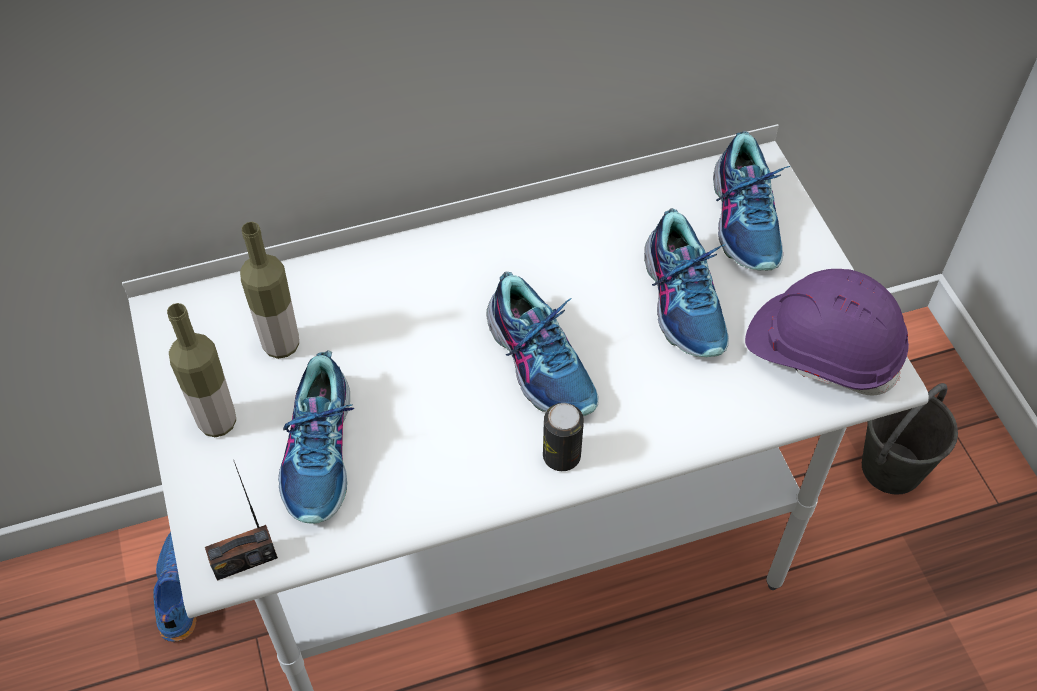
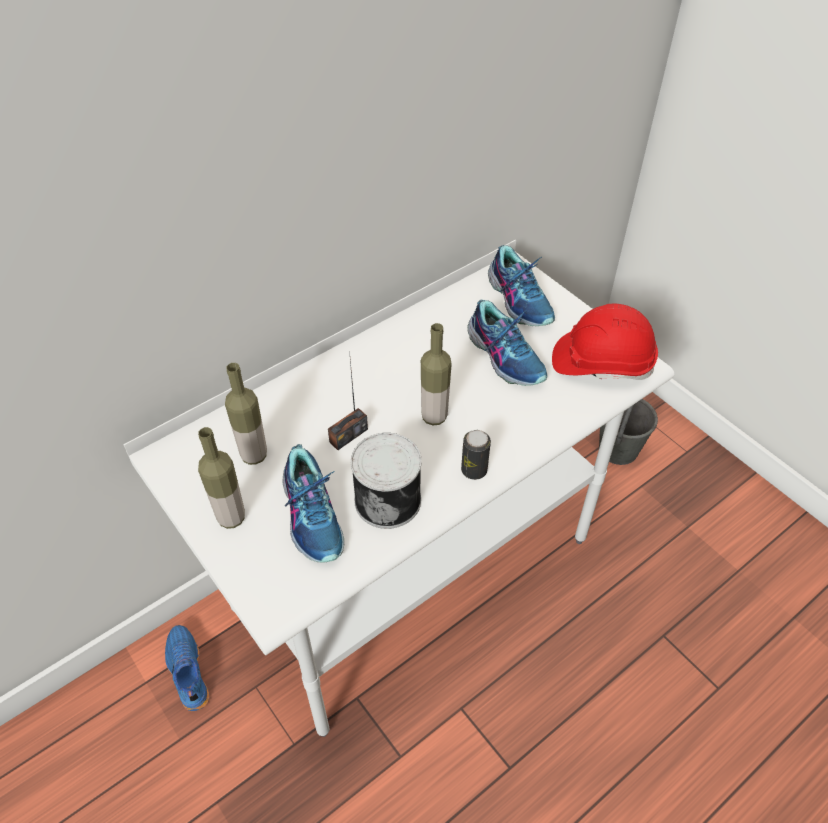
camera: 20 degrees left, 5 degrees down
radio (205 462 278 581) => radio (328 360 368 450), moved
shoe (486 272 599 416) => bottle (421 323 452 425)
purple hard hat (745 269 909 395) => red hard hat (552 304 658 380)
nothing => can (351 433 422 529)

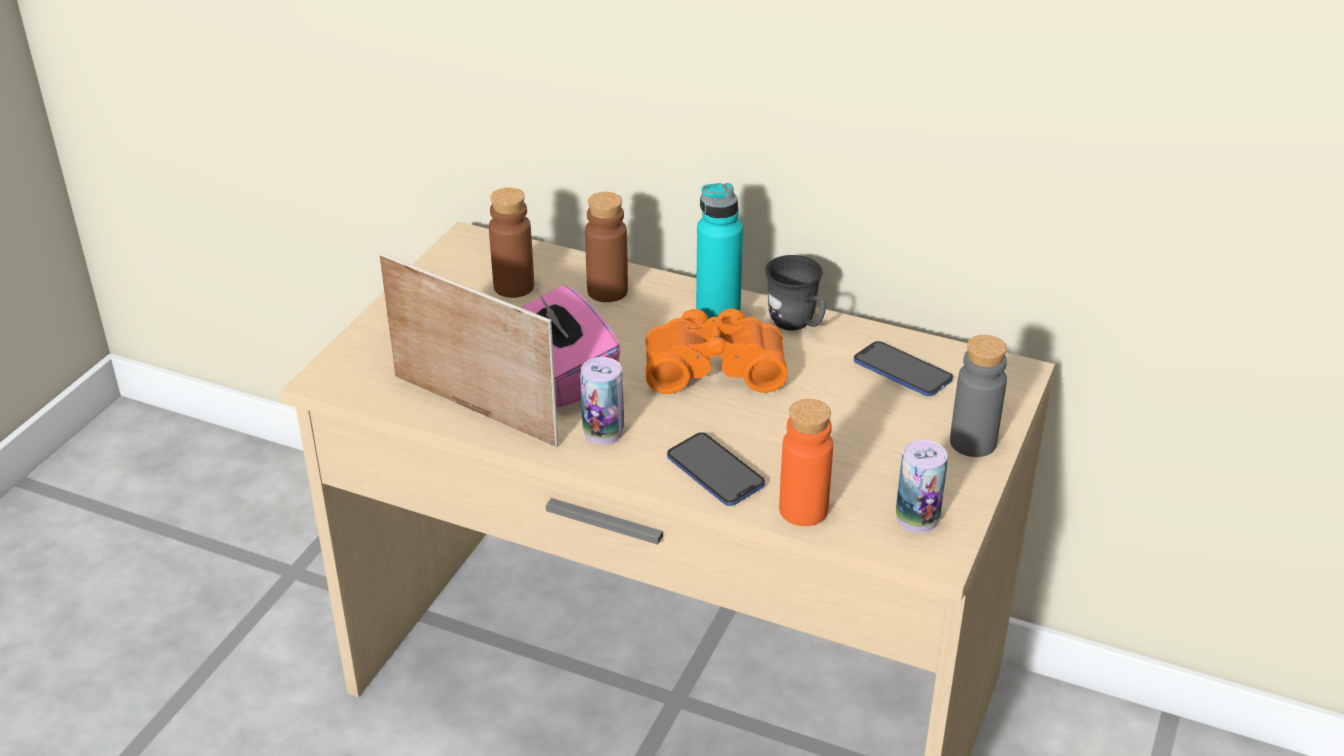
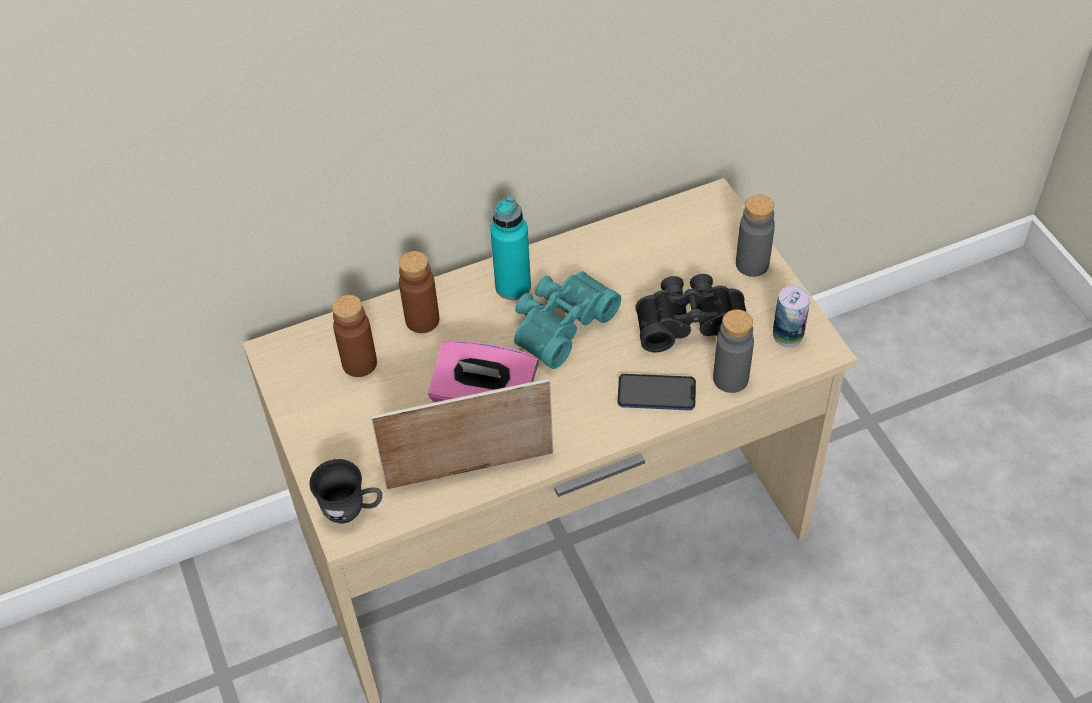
camera: 45 degrees left, 15 degrees up
can (580 357 624 445) => nothing
orange binoculars (645 309 787 394) => turquoise binoculars (514 271 621 369)
grey mug (765 255 826 330) => grey mug (309 459 382 523), moved
orange bottle (779 399 833 526) => grey bottle (713 309 754 393)
phone (854 341 953 396) => nothing
nothing => black binoculars (635 274 746 352)

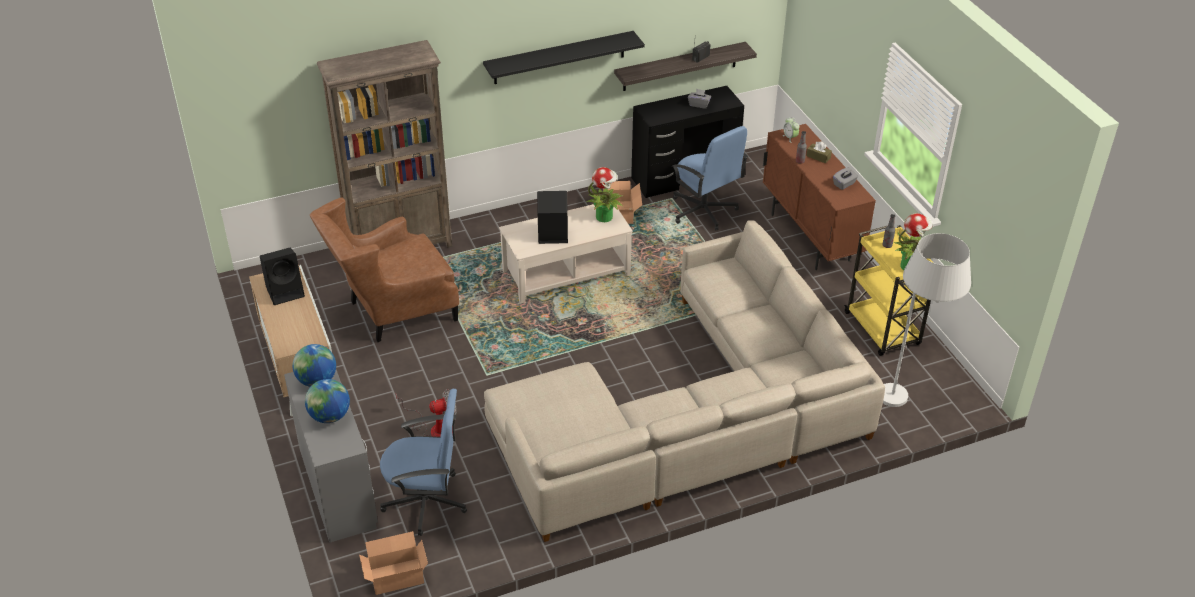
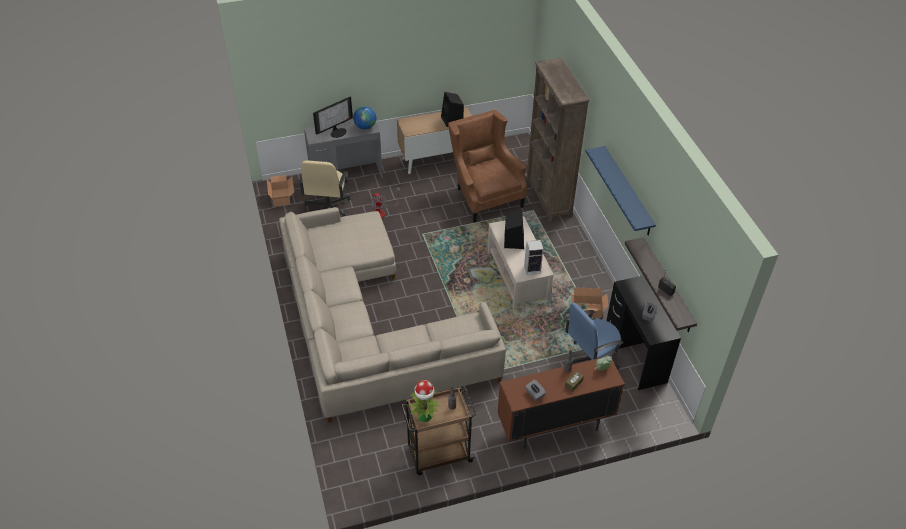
camera: 95 degrees right, 5 degrees up
globe (305 379 350 423) => monitor (313 97 353 138)
blue office chair (380 389 467 536) => beige office chair (299 161 351 217)
black shelf (483 31 645 84) => blue shelf (585 146 656 235)
potted plant (587 167 623 222) => speaker (524 240 543 275)
yellow cart (844 225 932 356) => brown cart (401 387 476 475)
white floor lamp (883 233 971 407) => nothing

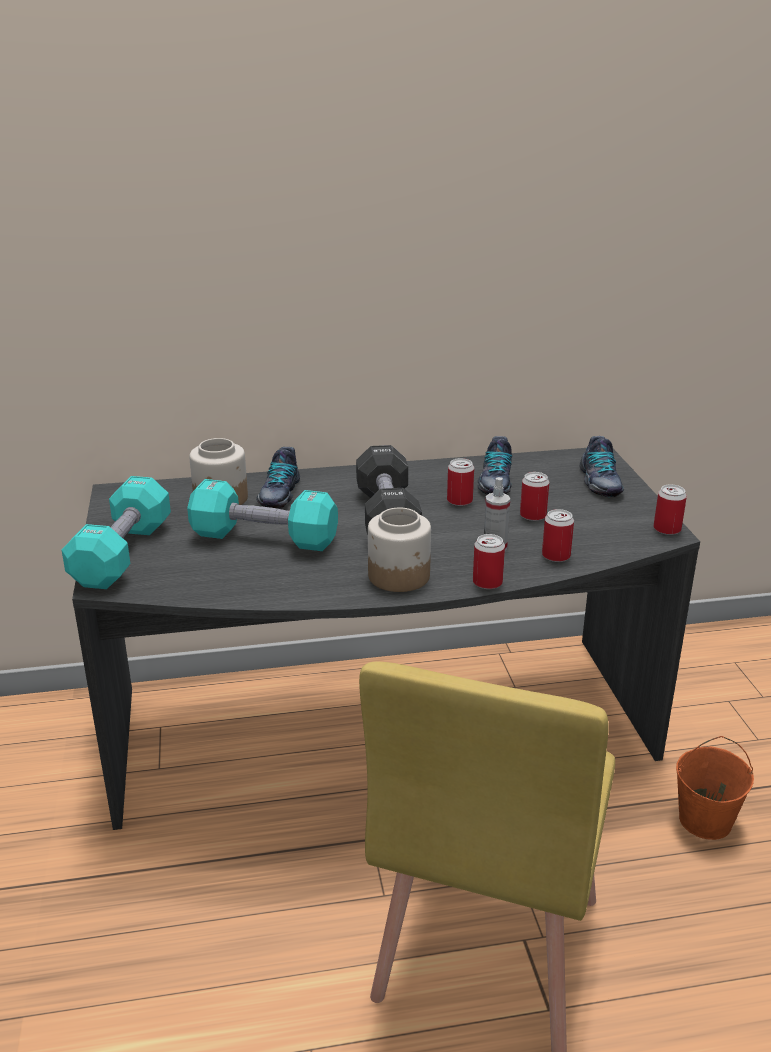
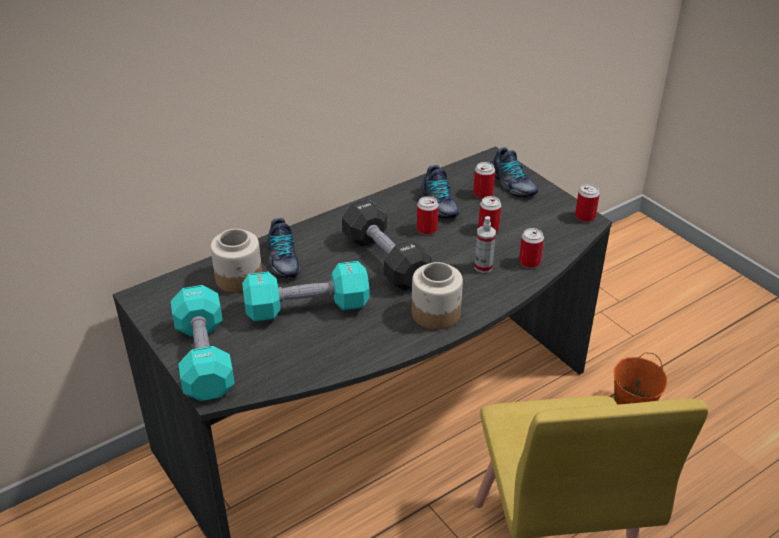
camera: 25 degrees left, 10 degrees up
can (473 534 505 589) => can (473 162 495 199), moved

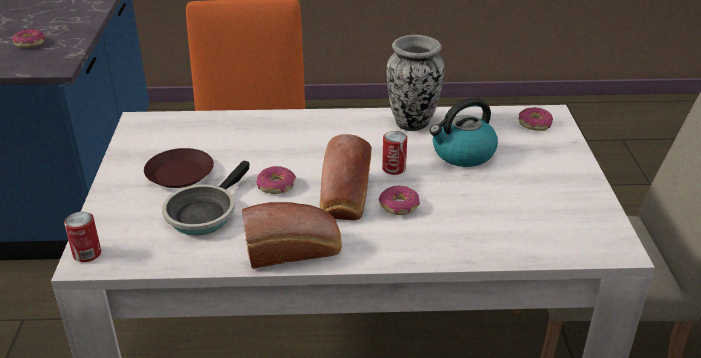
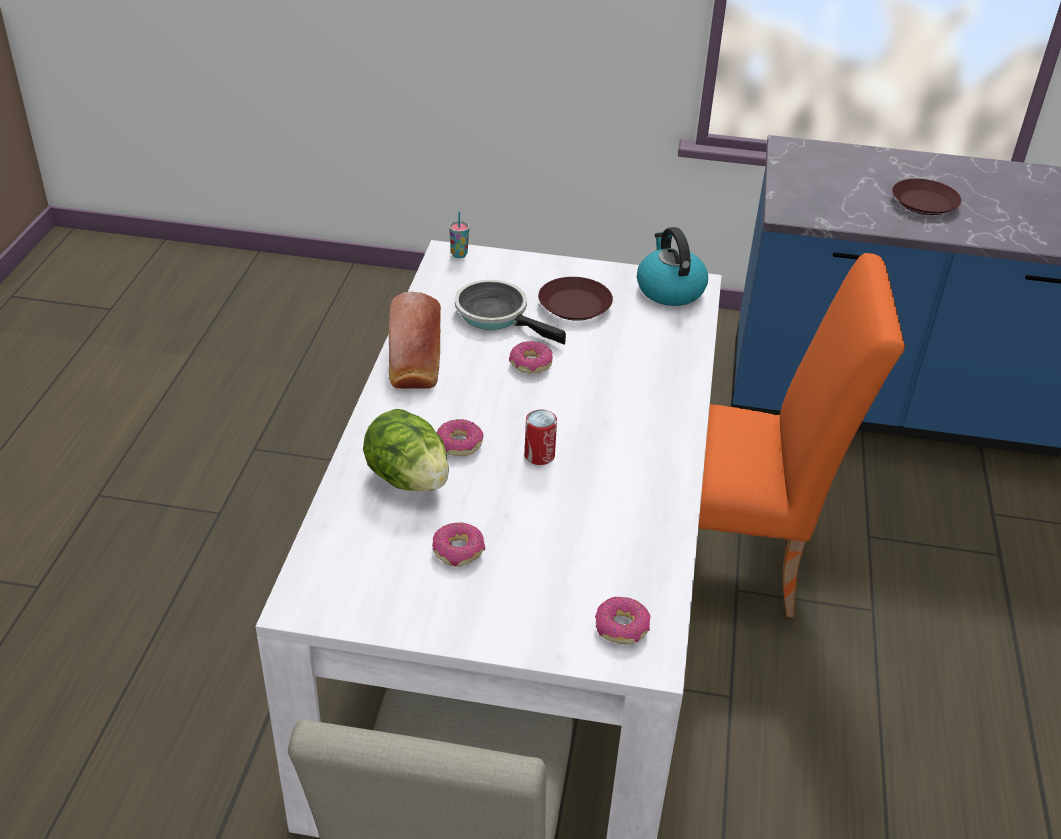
camera: 100 degrees right, 5 degrees up
donut (12 29 45 48) => donut (432 522 485 566), moved
can (64 211 101 262) => cup (449 211 469 258)
bread (320 134 372 220) => nothing
vase (386 35 445 131) => nothing
kettle (430 97 498 167) => kettle (637 227 708 306), moved
nothing => lettuce (363 409 449 491)
nothing => brown plate (892 179 961 215)

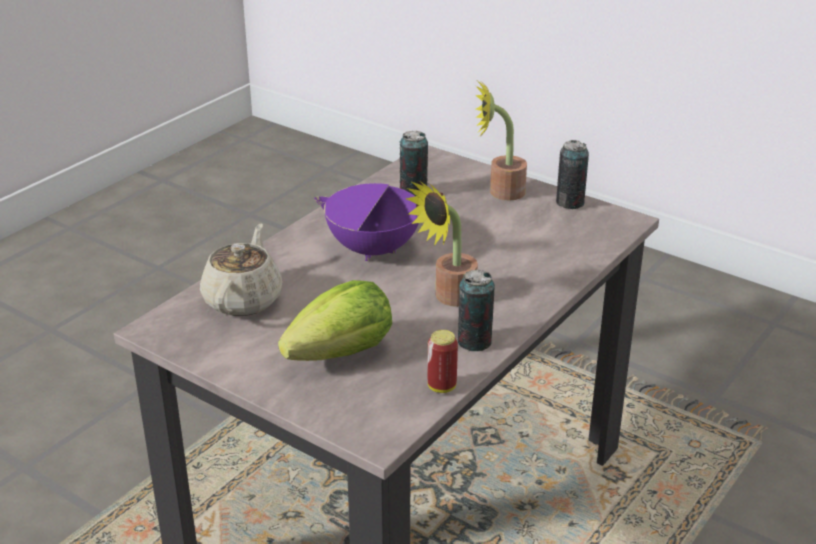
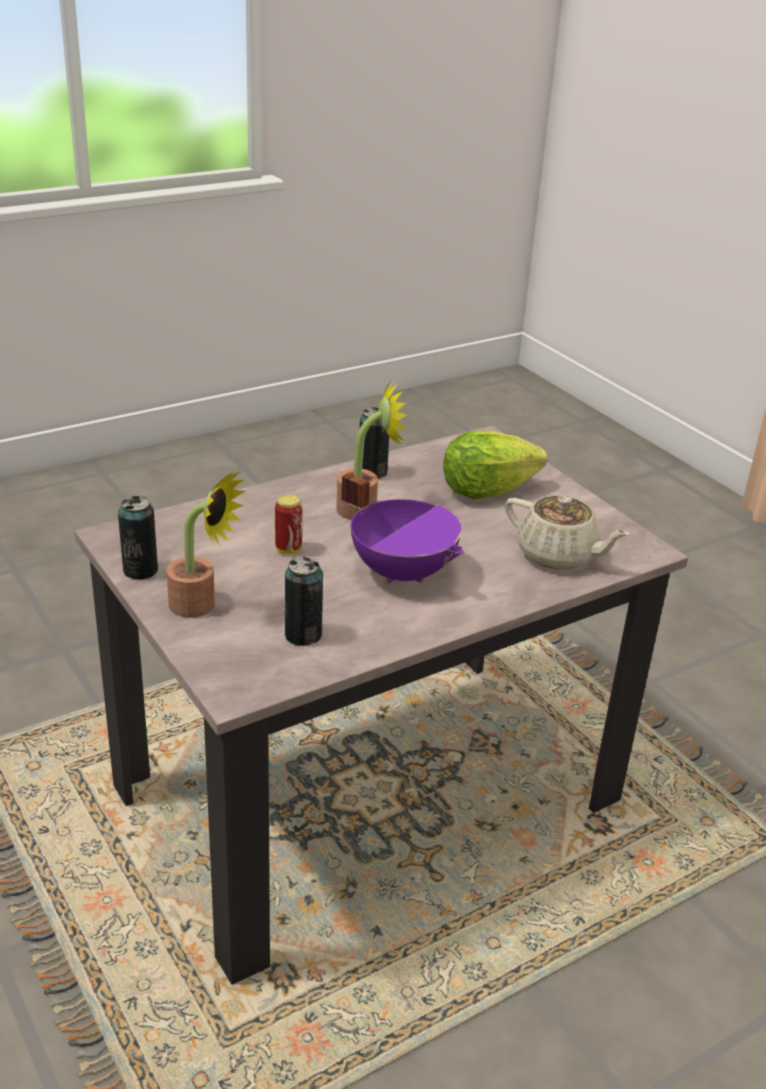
camera: 160 degrees left, 0 degrees up
beige teapot (200 223 283 316) => beige teapot (505 495 630 570), 90 degrees counterclockwise
can (427 330 458 393) => can (275 495 303 554), moved

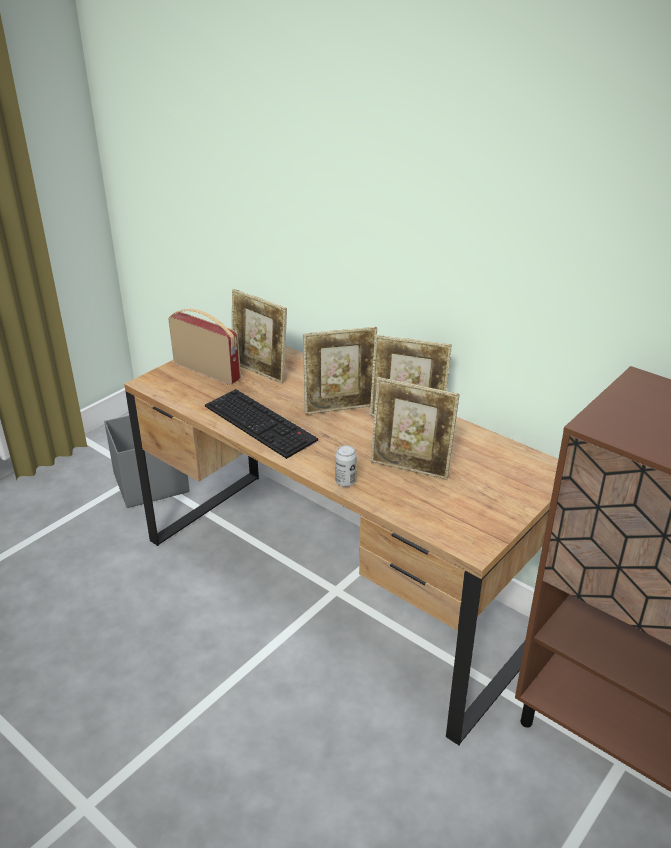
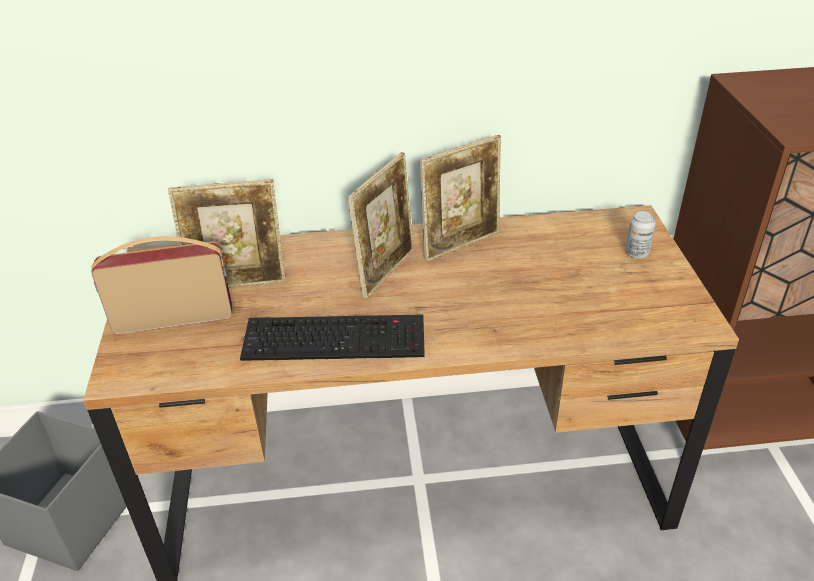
camera: 45 degrees left, 5 degrees up
can (335 445 357 487) => can (625 211 656 259), moved
picture frame (370 377 459 480) => nothing

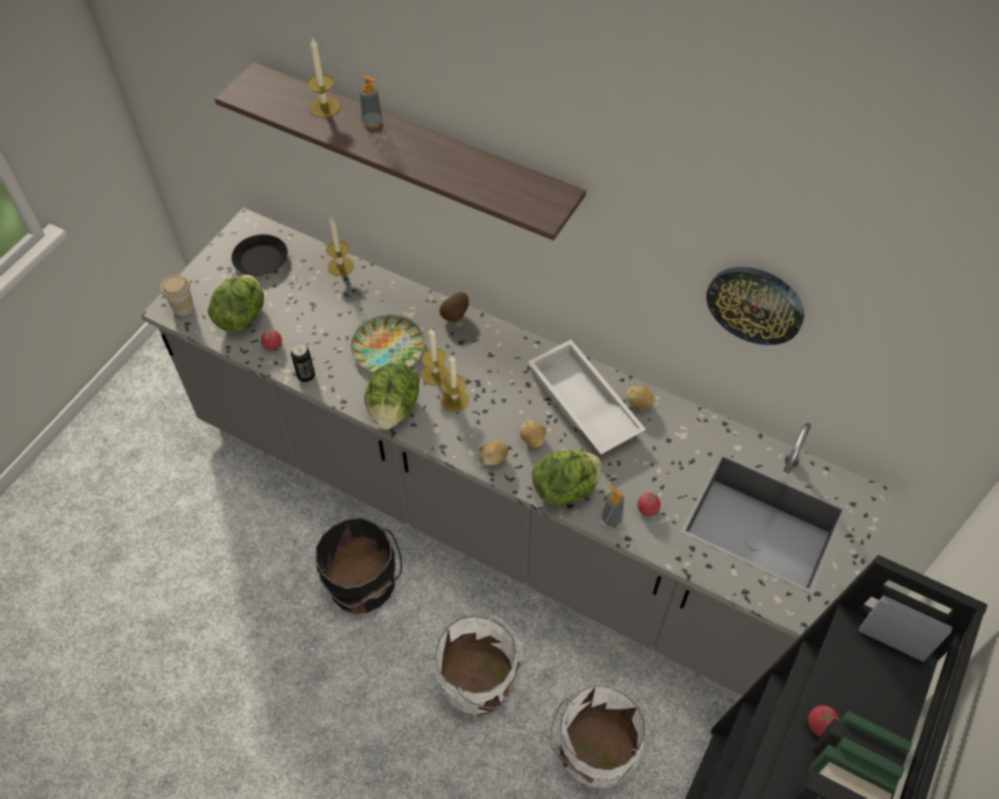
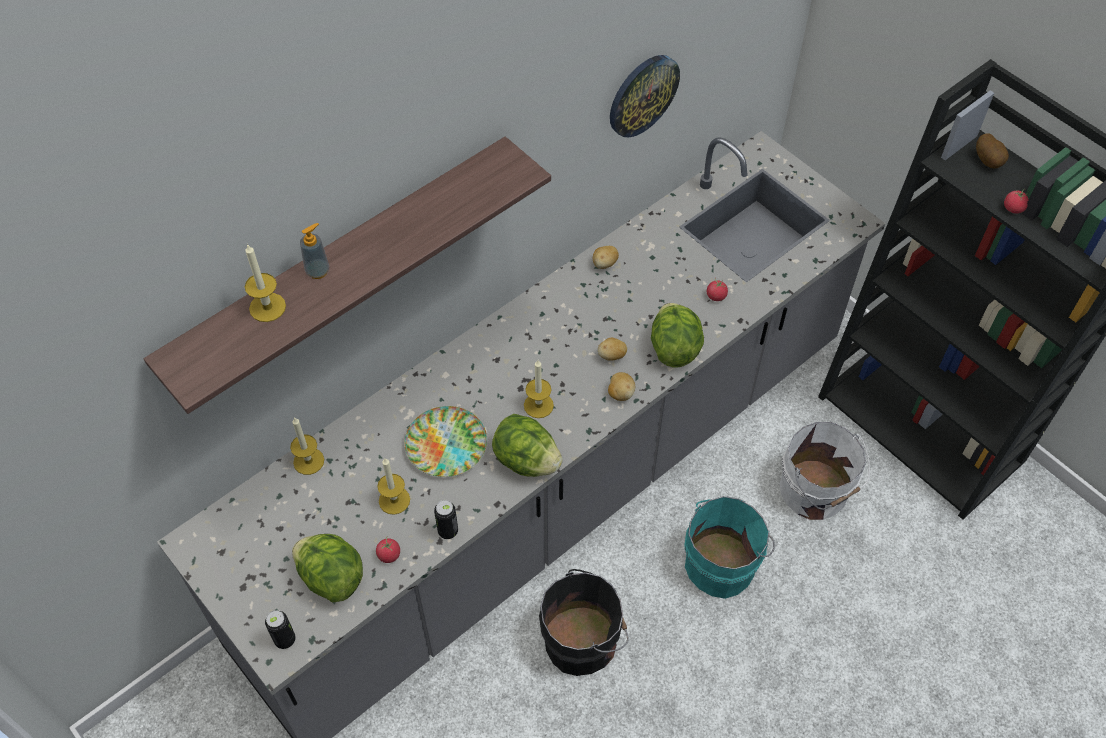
camera: 70 degrees left, 0 degrees up
cup (161 275 194 316) => can (265 610 296 649)
black plate (231 234 288 276) => nothing
candle (422 328 449 386) => candle (377 458 410 515), moved
white bucket (434 615 523 715) => turquoise bucket (684 496 775 599)
potato (439 292 469 322) => potato (976 133 1009 169), moved
white tray (528 340 646 455) => nothing
soap dispenser (602 484 624 526) => nothing

